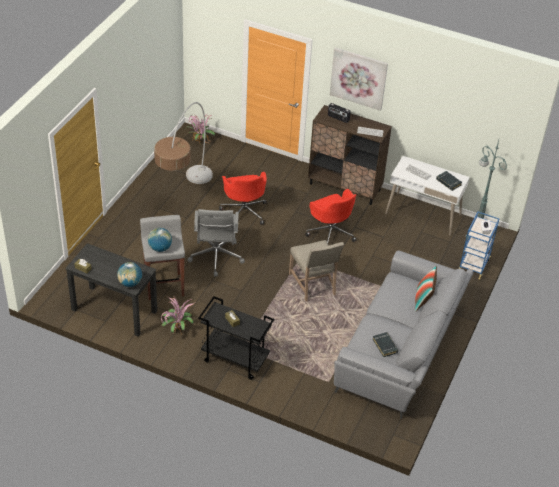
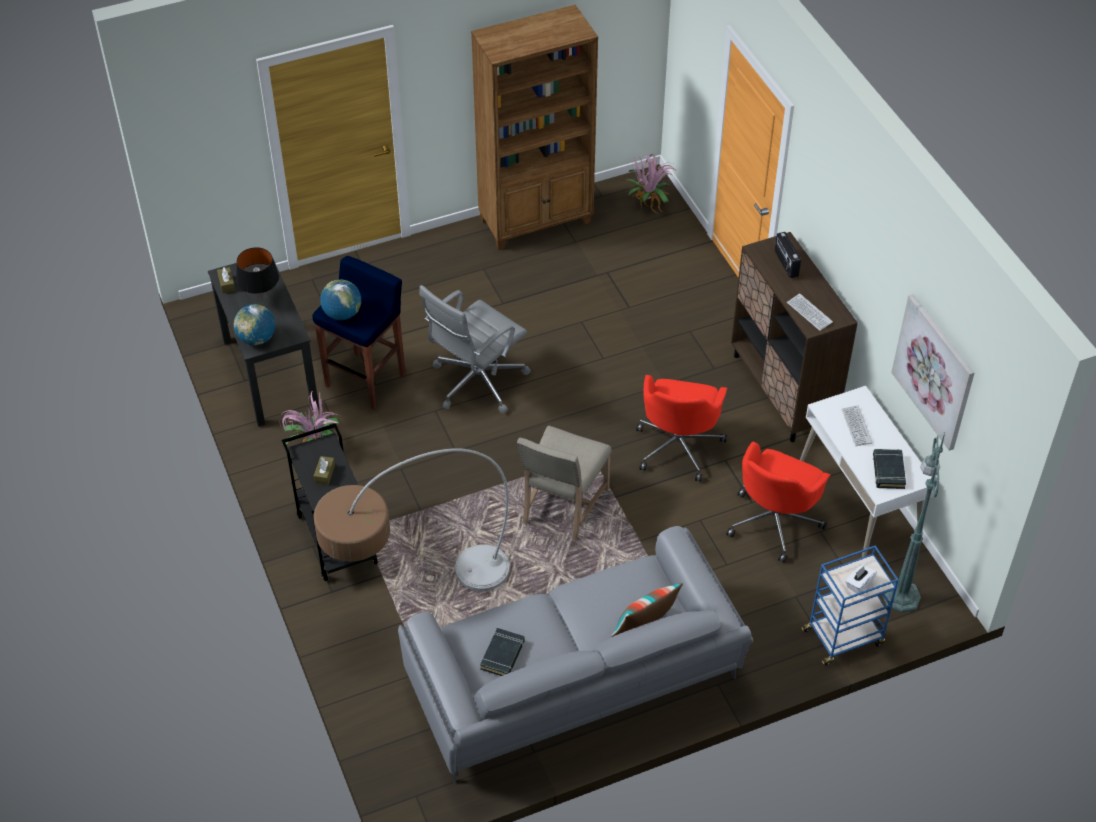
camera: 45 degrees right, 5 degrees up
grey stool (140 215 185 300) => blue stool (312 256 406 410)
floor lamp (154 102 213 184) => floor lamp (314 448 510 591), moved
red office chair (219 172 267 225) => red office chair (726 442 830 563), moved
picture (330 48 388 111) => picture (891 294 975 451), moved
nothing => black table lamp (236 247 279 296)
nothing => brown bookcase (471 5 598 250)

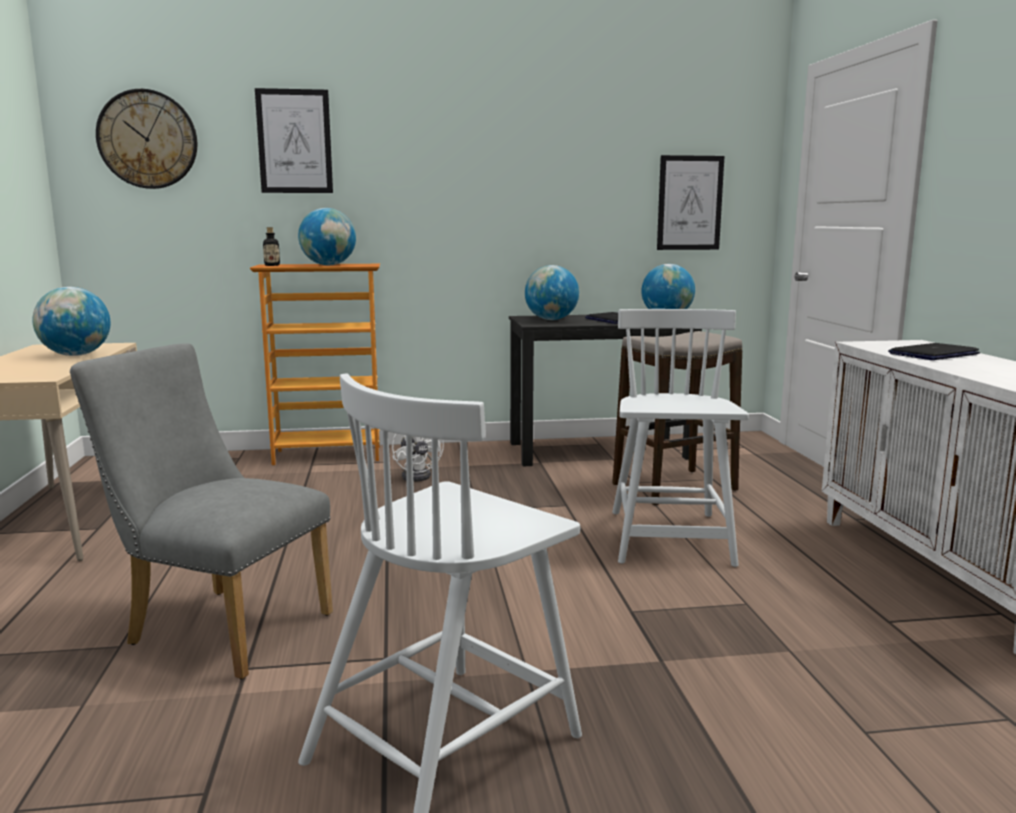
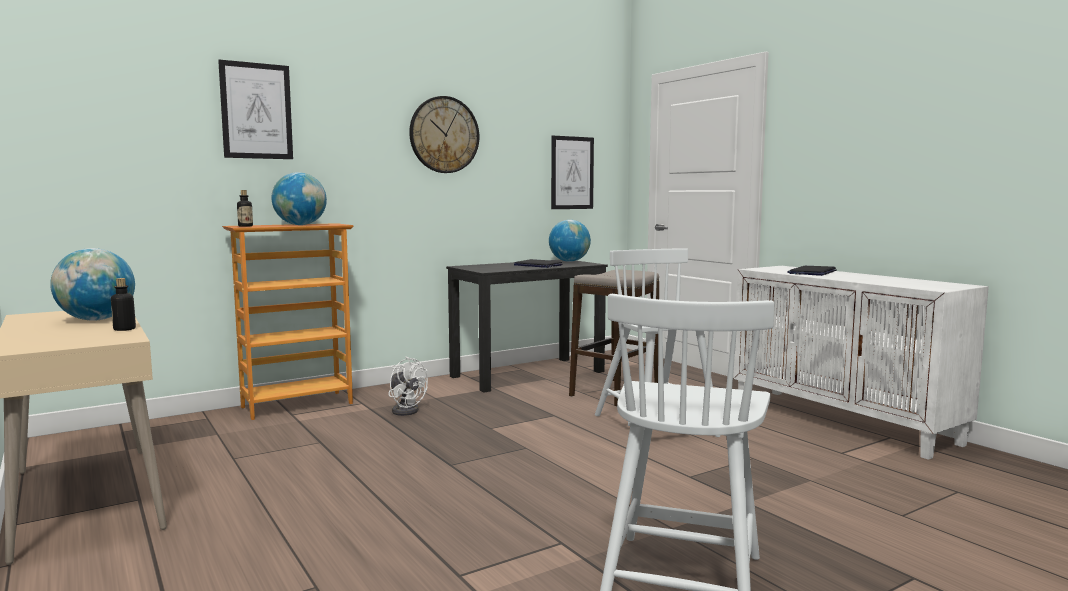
camera: 25 degrees left, 5 degrees down
grey chair (70 343 333 679) => nothing
wall clock (96 89 198 189) => wall clock (409 96 479 173), moved
globe (525 265 579 320) => nothing
nothing => bottle (111 278 136 331)

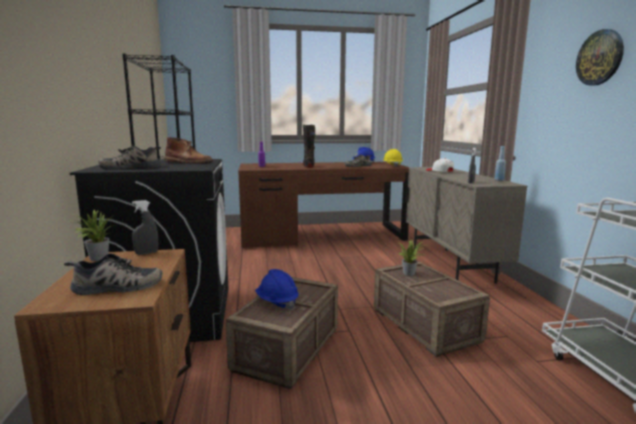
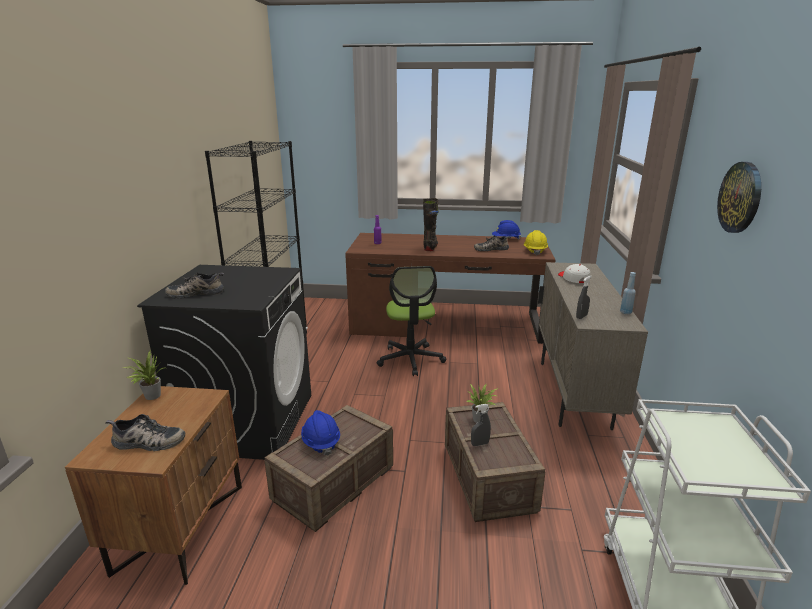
camera: 15 degrees right, 10 degrees up
grey spray bottle (132 200 158 255) => grey spray bottle (471 404 491 446), moved
brown boot (164 137 213 164) => nothing
nothing => office chair (377 266 446 376)

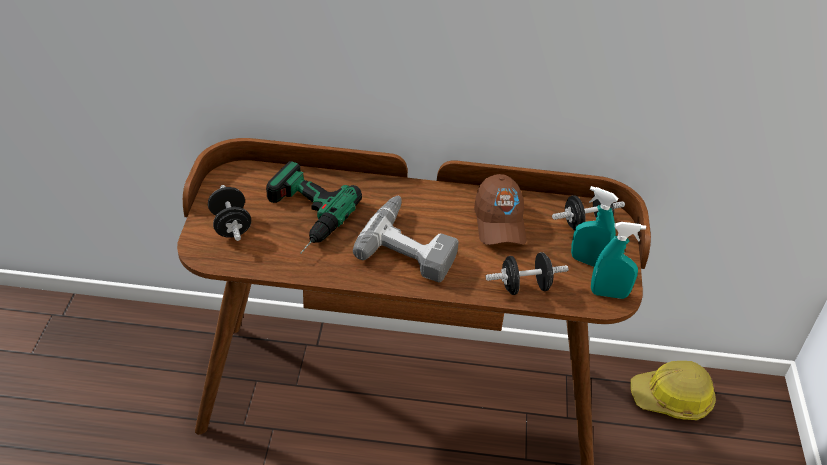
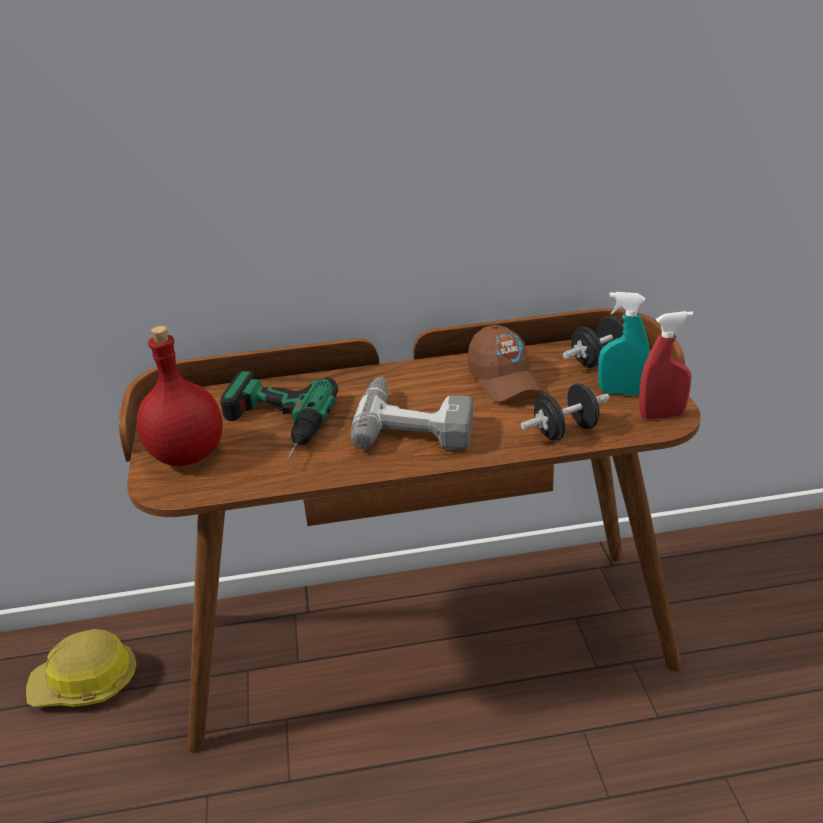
camera: 10 degrees left, 10 degrees down
black dumbbell (208 185 251 241) => red bottle (137 326 223 466)
turquoise spray bottle (591 222 646 299) => red spray bottle (639 311 694 420)
hard hat (631 361 716 420) => hard hat (26 629 137 707), moved

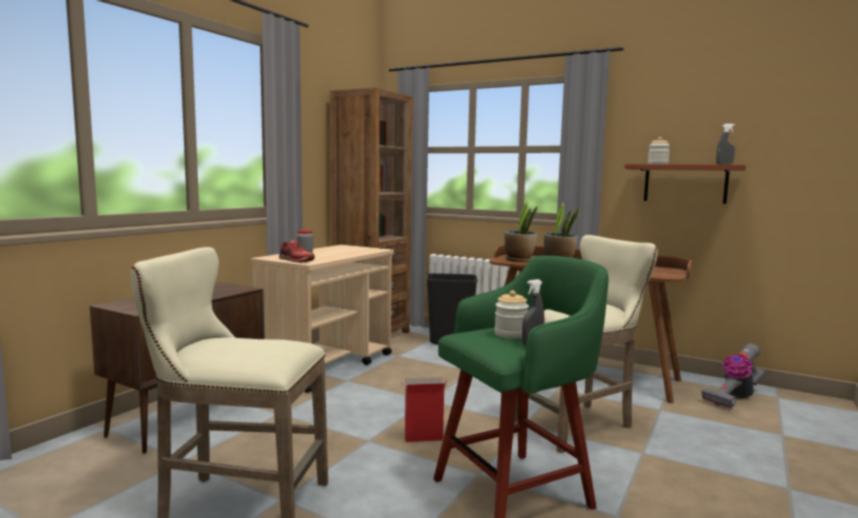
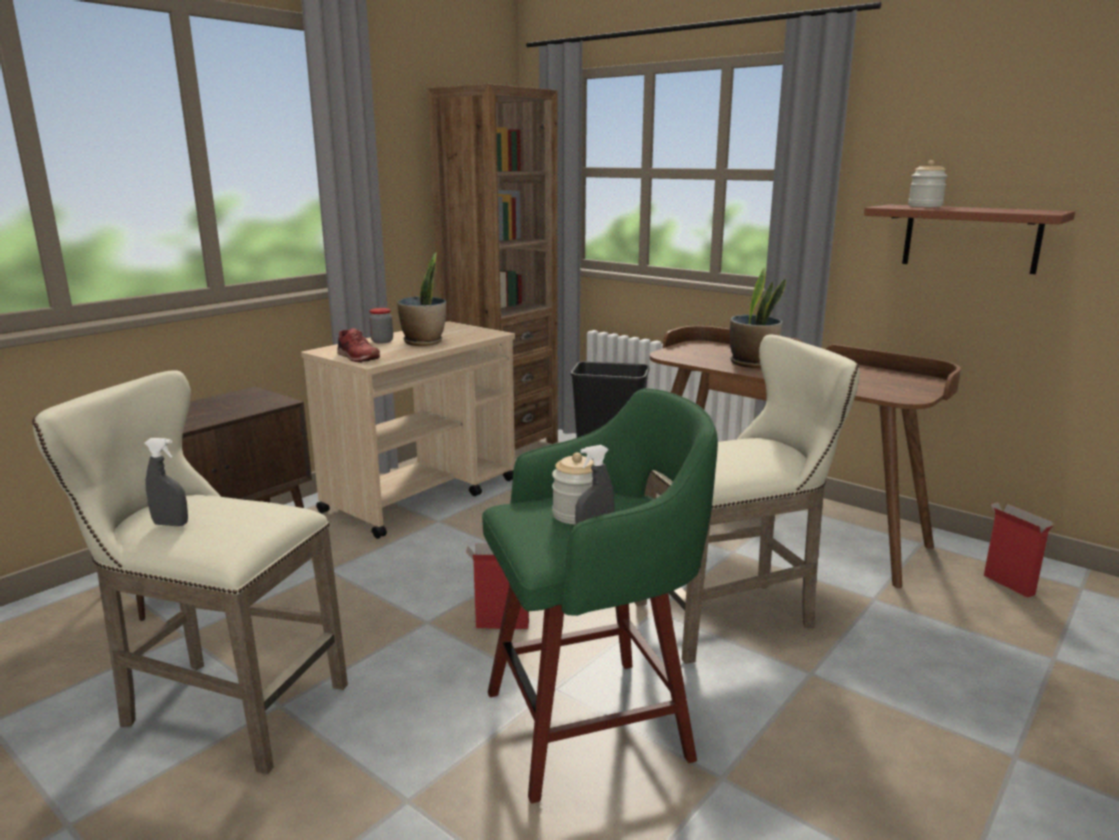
camera: 10 degrees right, 10 degrees up
potted plant (505 201 538 262) => potted plant (397 252 446 346), moved
vacuum cleaner (701 343 766 408) => cardboard box (984 502 1054 598)
grey spray bottle (716 124 735 164) => grey spray bottle (144 438 188 526), moved

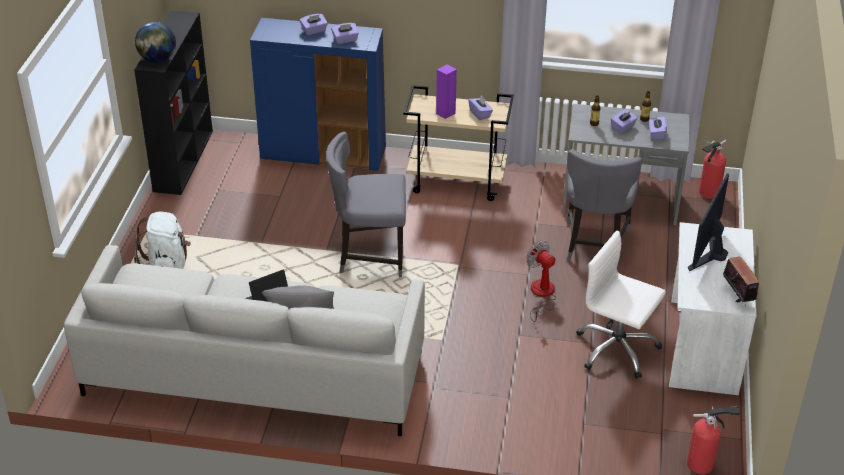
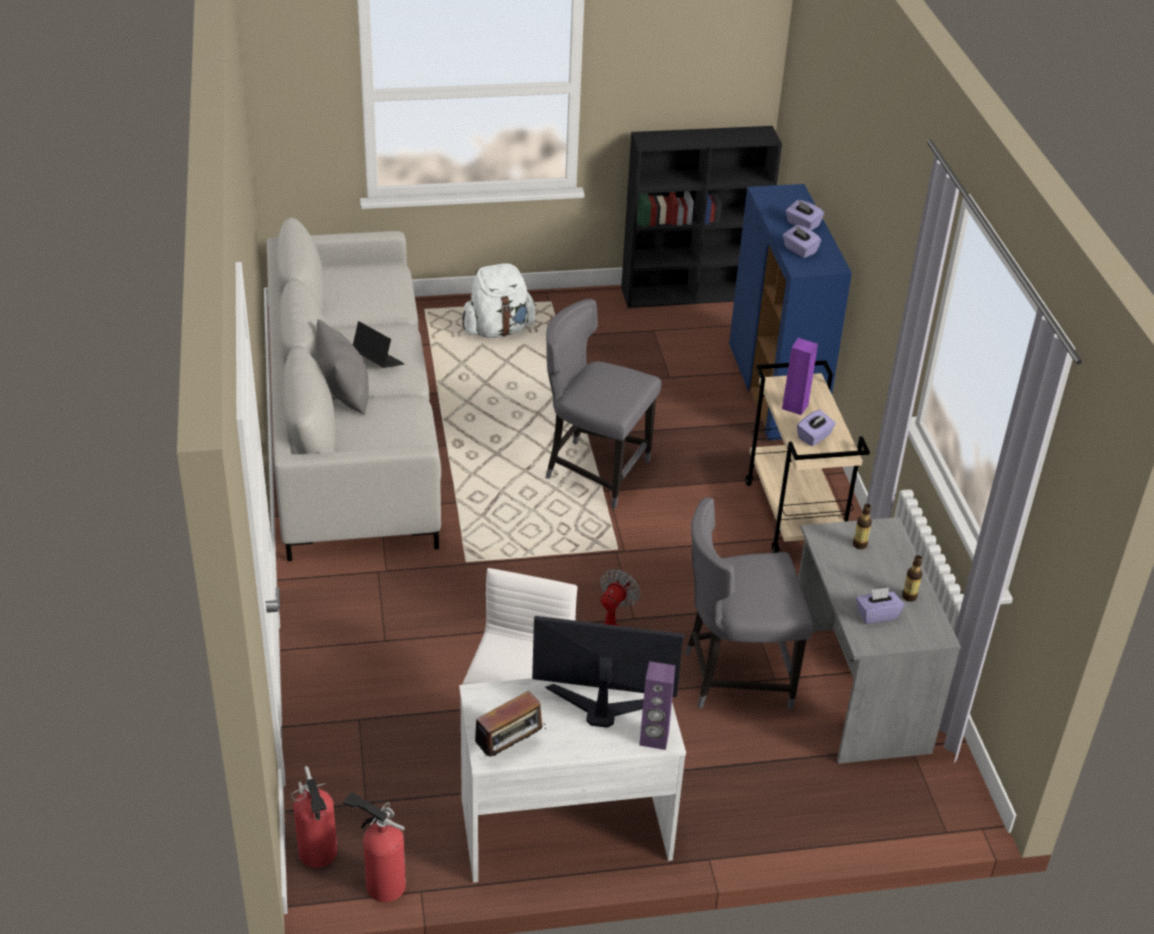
camera: 70 degrees right, 0 degrees up
globe (135 22 176 63) => nothing
grey chair (326 132 406 277) => grey chair (546 299 661 509), 45 degrees counterclockwise
purple tissue box (611 109 638 134) => nothing
fire extinguisher (699 140 726 198) => fire extinguisher (343 792 406 902), moved
nothing => purple speaker (639 661 675 750)

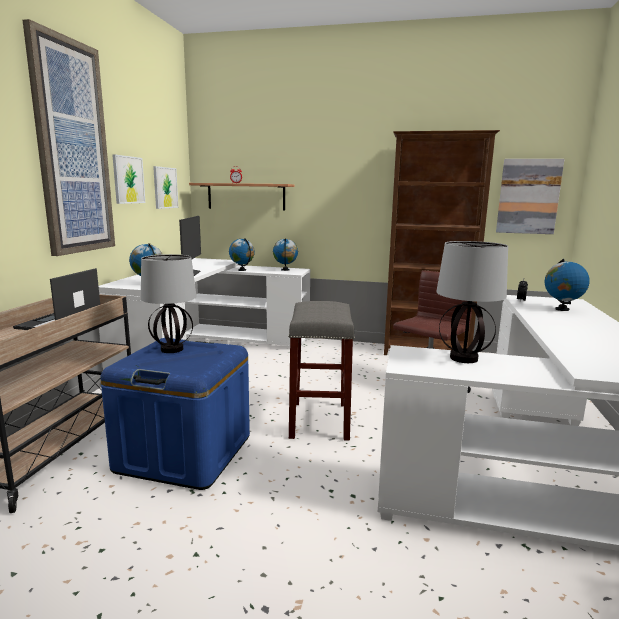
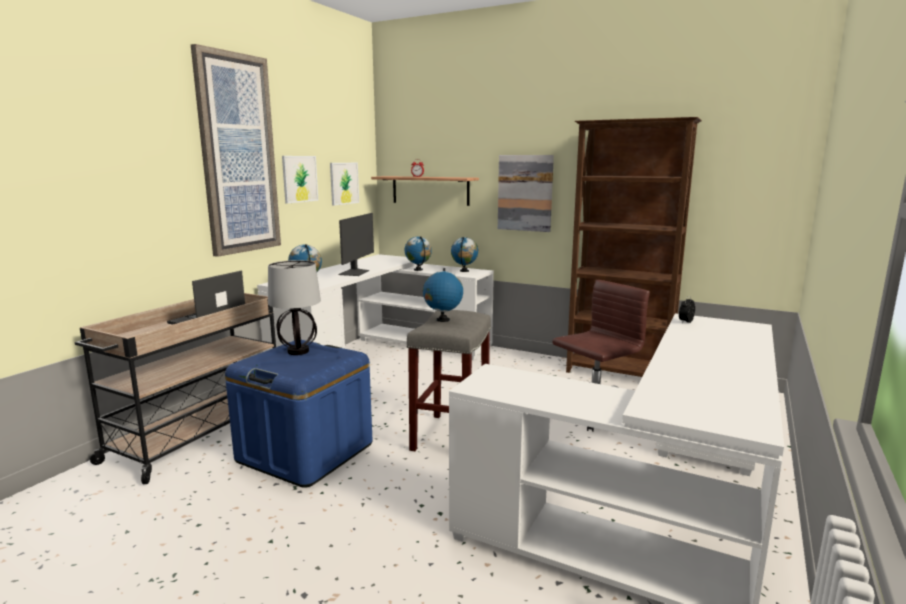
camera: 15 degrees right, 0 degrees up
table lamp (436 241 508 363) => nothing
picture (496 159 565 234) => picture (498 155 554 232), moved
globe (545 259 590 311) => globe (423 268 463 322), moved

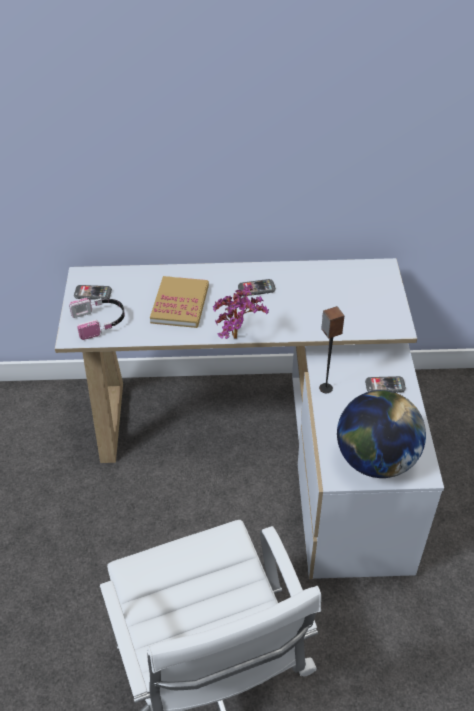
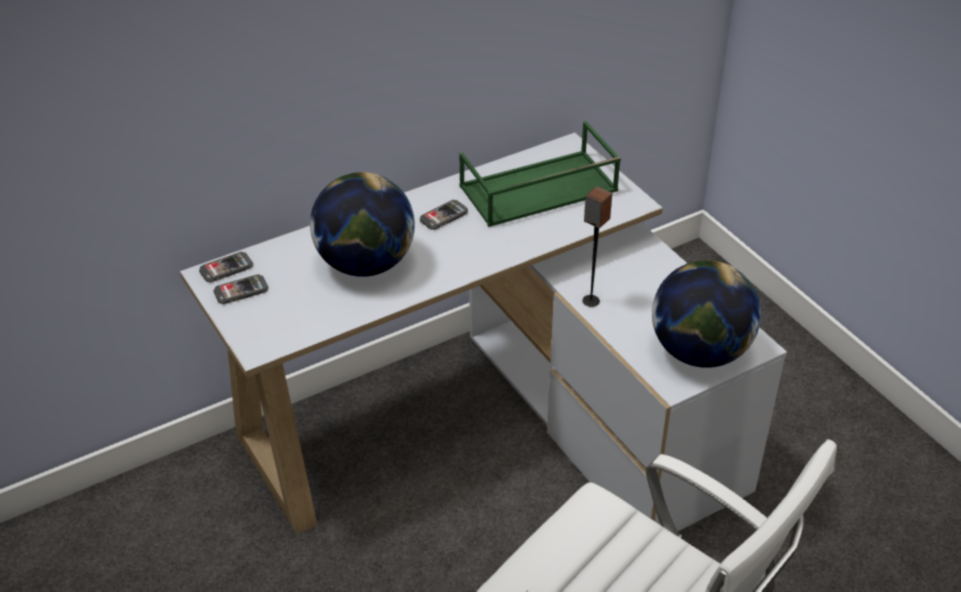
camera: 30 degrees left, 5 degrees down
headphones (69 297 125 340) => nothing
book (150 276 209 328) => globe (310 172 415 277)
potted plant (213 285 269 339) => nothing
phone (365 376 406 393) => phone (199 252 253 282), moved
nothing => green tray (459 121 621 227)

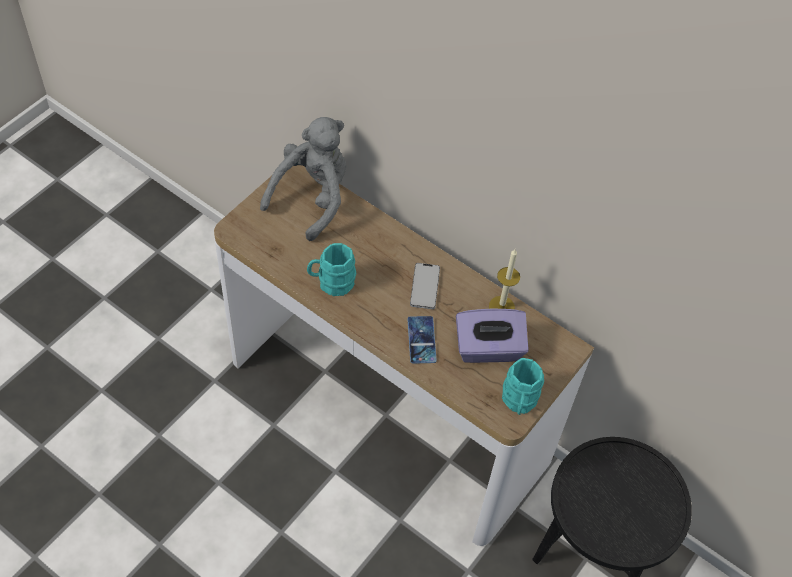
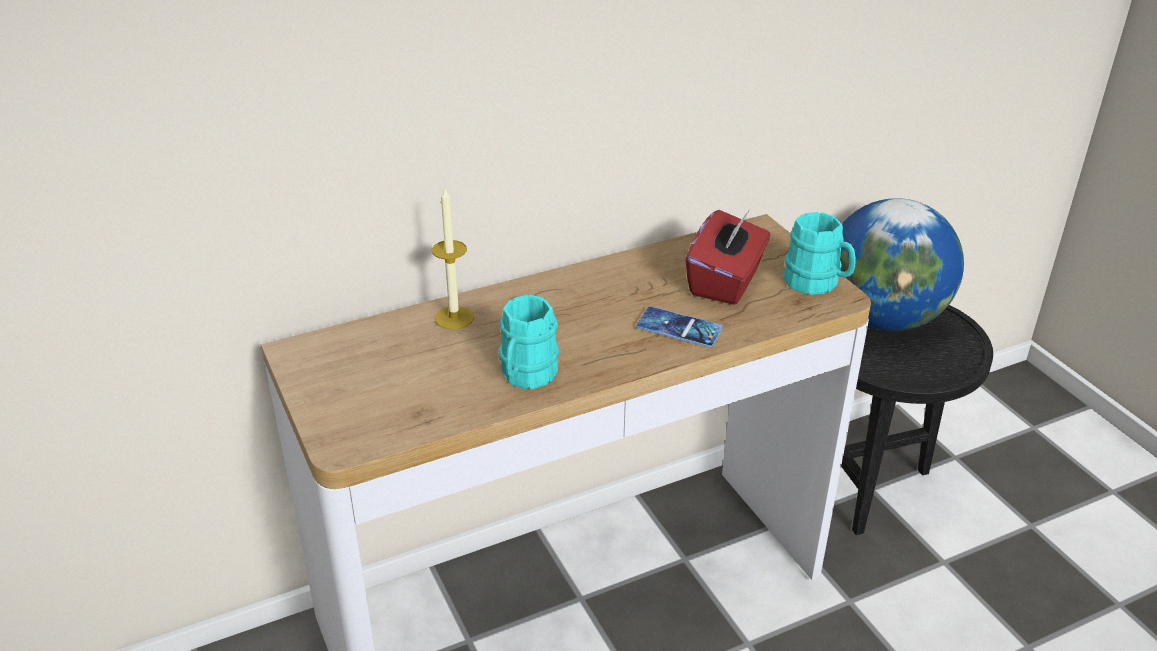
camera: 60 degrees left, 20 degrees down
grey plush toy (260 117 346 241) => nothing
phone (410 263 440 309) => nothing
purple tissue box (456 309 529 363) => red tissue box (686 210 770 305)
candle (489 249 520 309) => candle (432 186 474 329), moved
nothing => globe (840 198 964 331)

